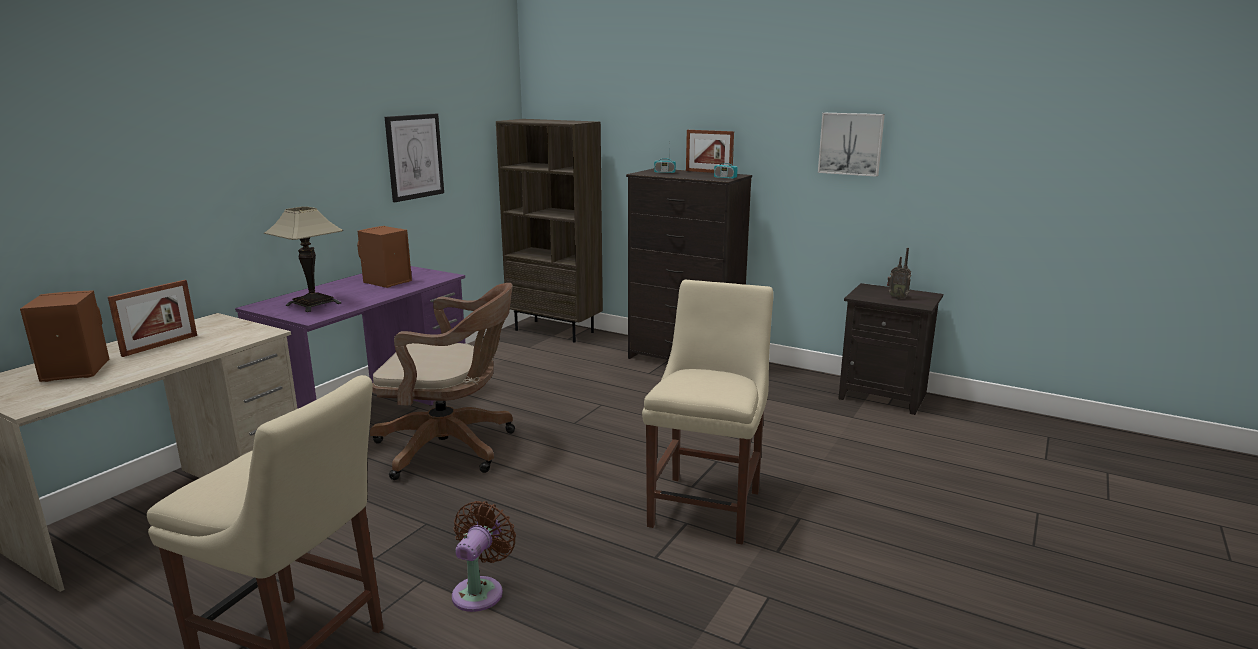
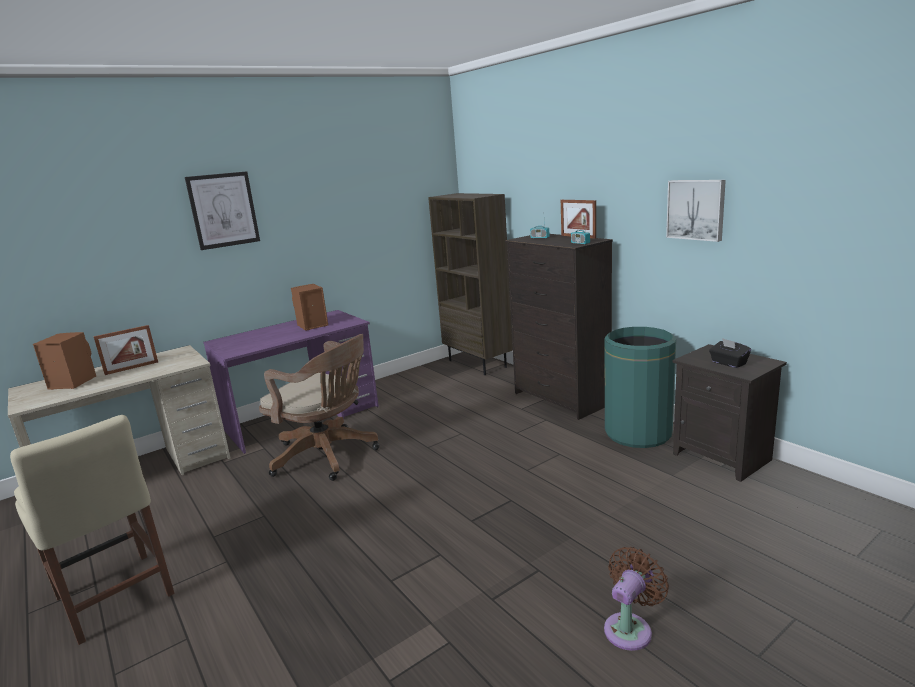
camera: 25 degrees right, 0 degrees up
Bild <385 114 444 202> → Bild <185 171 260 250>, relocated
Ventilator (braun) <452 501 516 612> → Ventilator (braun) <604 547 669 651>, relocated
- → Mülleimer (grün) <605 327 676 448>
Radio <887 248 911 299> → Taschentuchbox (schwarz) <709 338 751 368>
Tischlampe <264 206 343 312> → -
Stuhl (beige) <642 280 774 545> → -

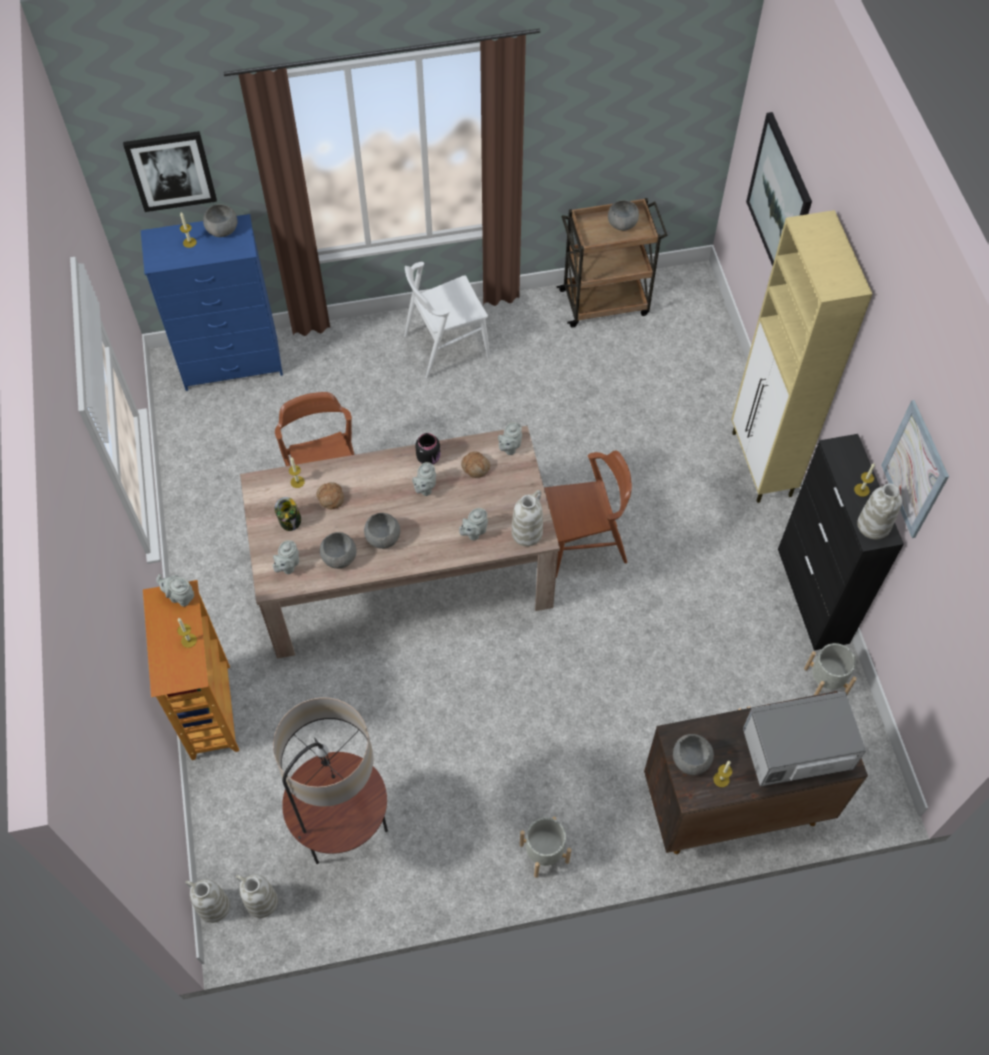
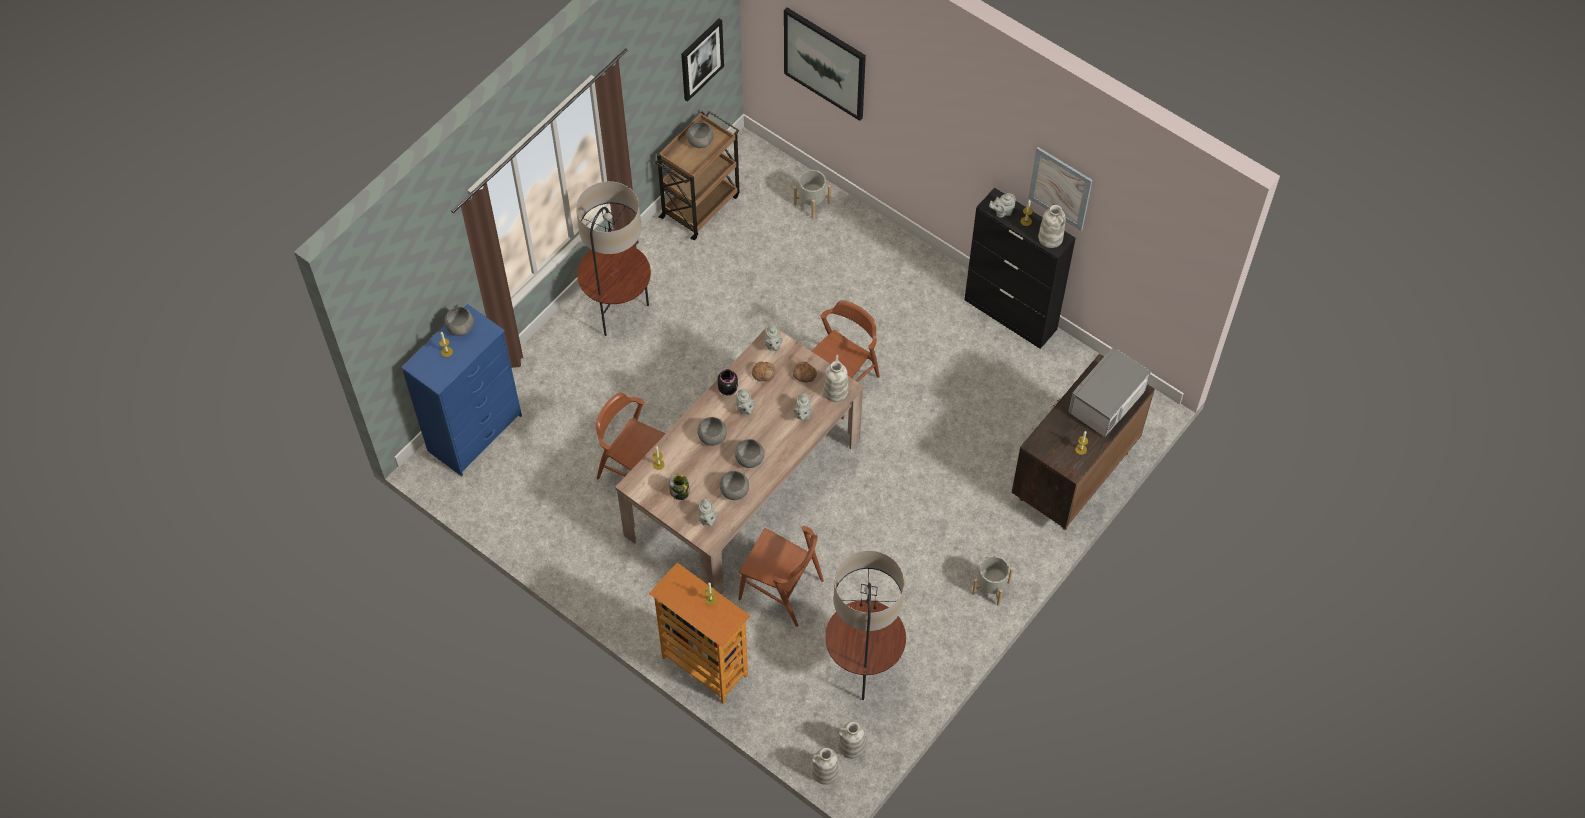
camera: 40 degrees left, 0 degrees up
Stuhl (weiß) <404 262 490 379> → Stehlampe <576 181 651 336>
Bild <123 131 217 212> → Bild <681 19 724 102>, relocated
Schüssel (grau) <673 734 714 775> → Schüssel (grau) <697 417 727 446>, relocated
- → Stuhl (braun) <738 526 824 627>
Brot <317 482 344 510> → Brot <793 362 817 383>, relocated
Pflanzkübel (grau) <804 643 857 696> → Pflanzkübel (grau) <794 170 831 219>, relocated
Teekanne (grau) <156 574 194 607> → Teekanne (grau) <989 193 1016 218>, relocated
Schrank (beige) <731 210 872 503> → -

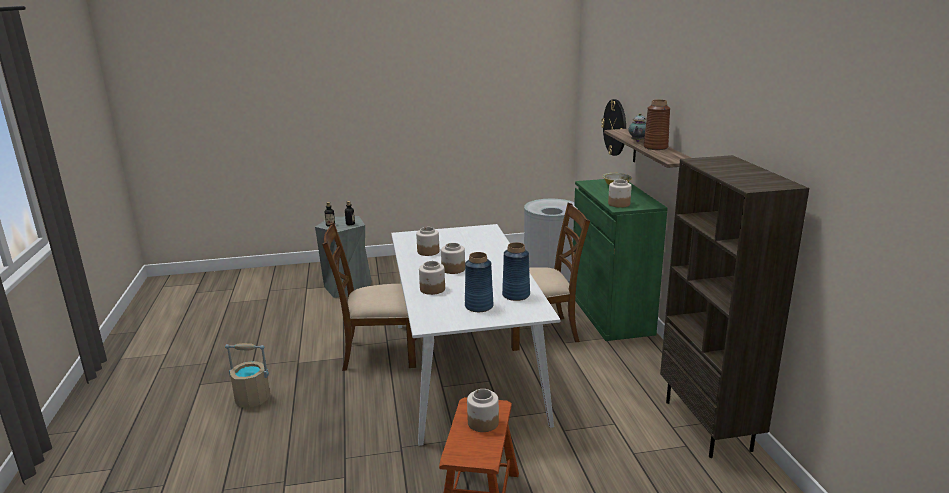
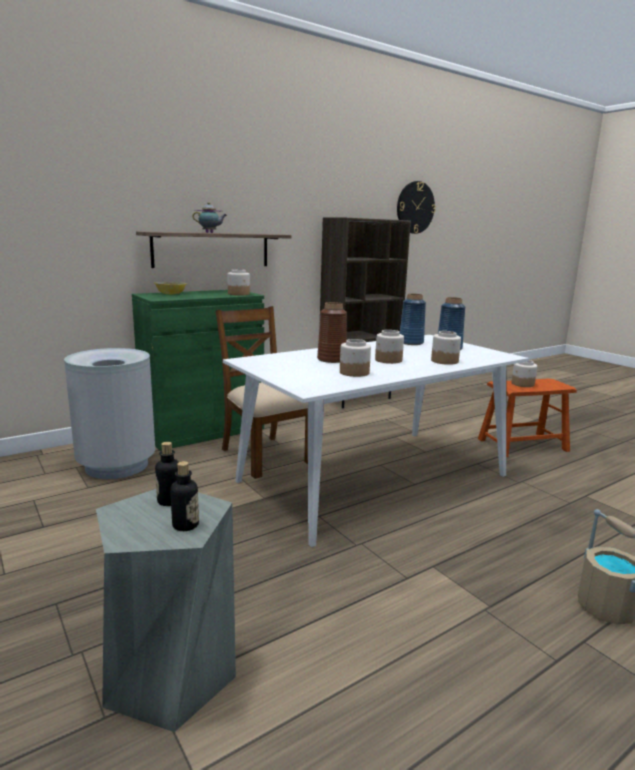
camera: 115 degrees left, 5 degrees down
Vase (braun) <644 100 670 150> → Vase (braun) <317 302 347 363>, relocated
Wanduhr <601 99 626 156> → Wanduhr <397 181 436 234>, relocated
Stuhl (braun) <322 222 416 371> → -

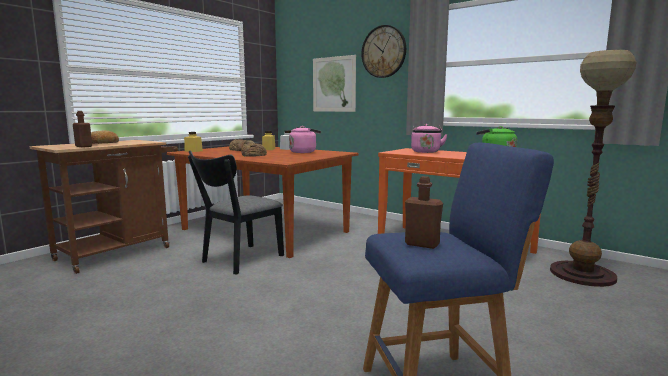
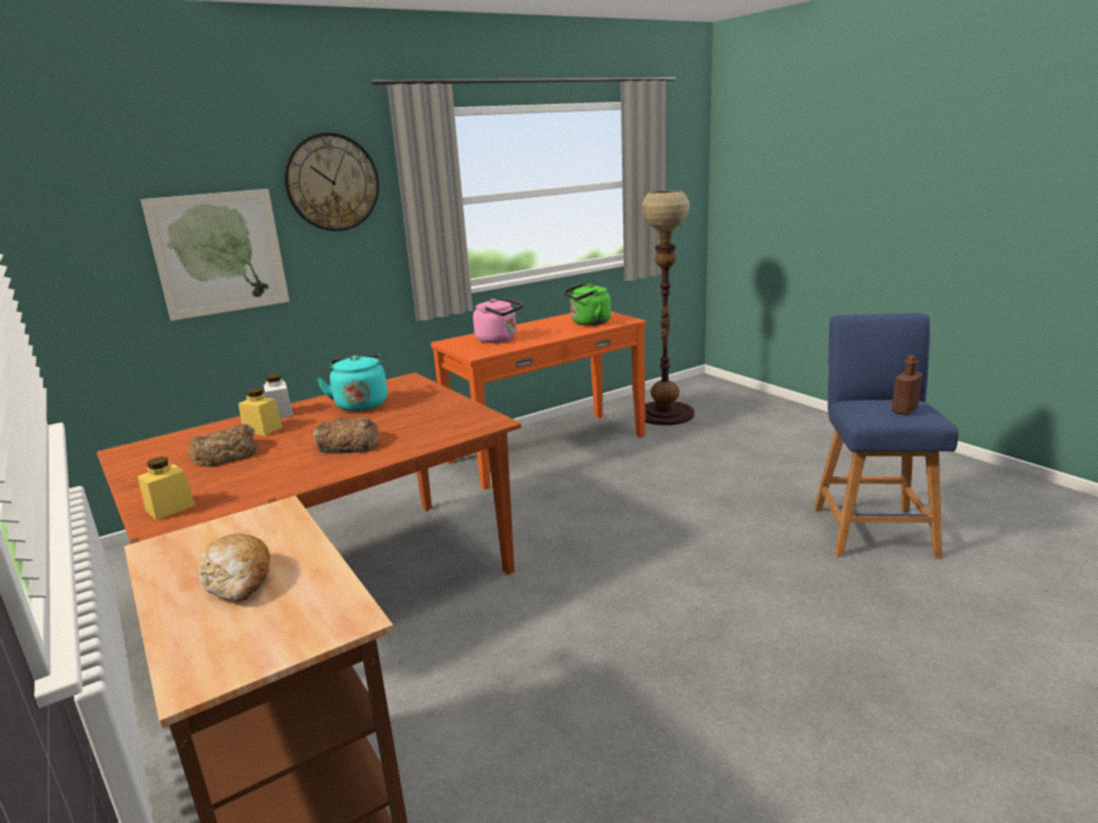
camera: 70 degrees left, 10 degrees up
Wasserkessel (rosa) <289 126 321 153> → Wasserkessel (türkis) <317 355 387 411>
Flasche (braun) <73 111 92 148> → -
Stuhl (schwarz) <188 150 284 274> → -

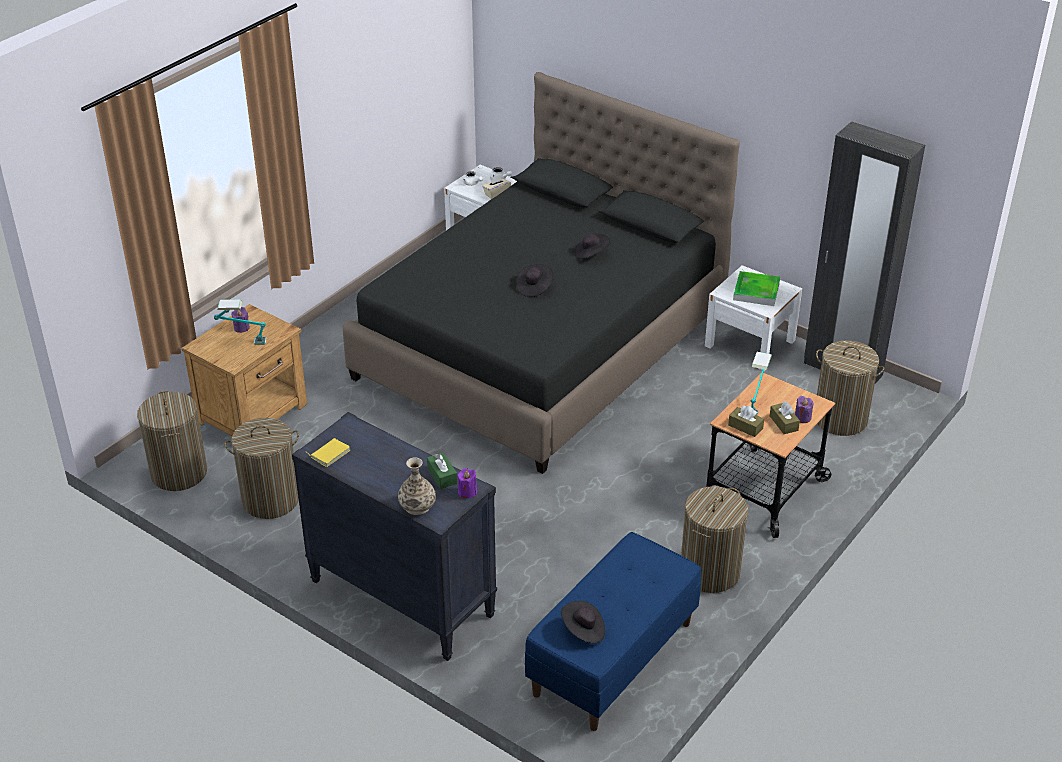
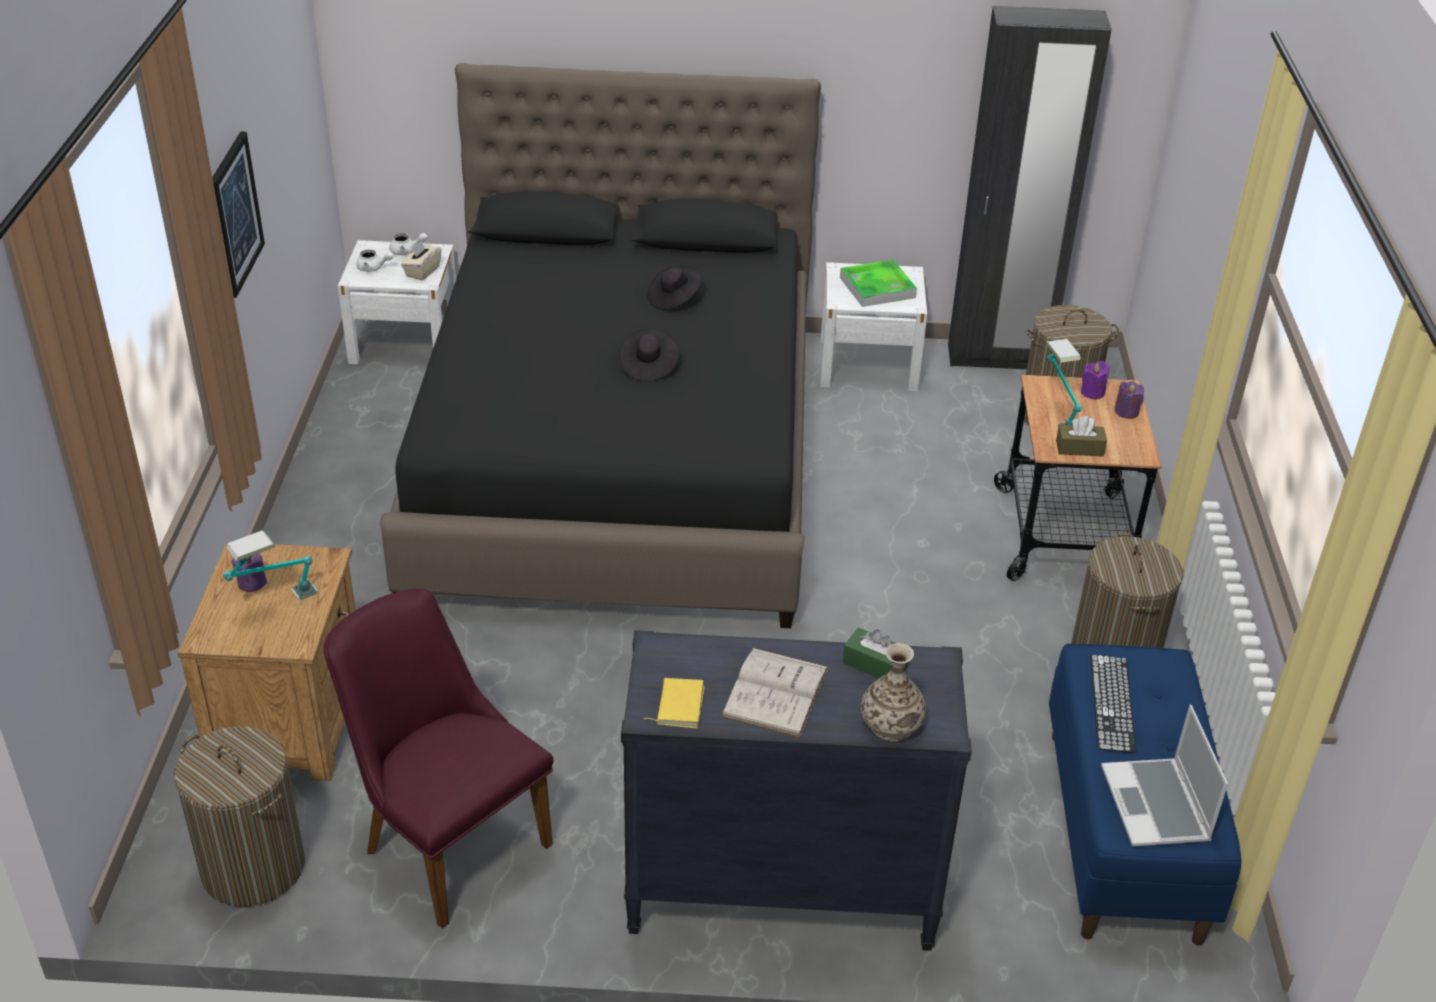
camera: 35 degrees left, 0 degrees up
- → Bild <212 131 265 298>
Wäschekorb <225 418 299 519> → Stuhl (lila) <323 588 553 929>
- → Buch (weiß) <721 648 829 738>
Kerze (lila) <458 468 477 498> → Kerze (lila) <1081 361 1109 400>, relocated
- → Tastatur <1090 654 1136 753>
Hut (schwarz) <561 601 605 643> → Laptop <1101 704 1228 847>
Taschentuchbox (braun) <770 401 800 434> → -

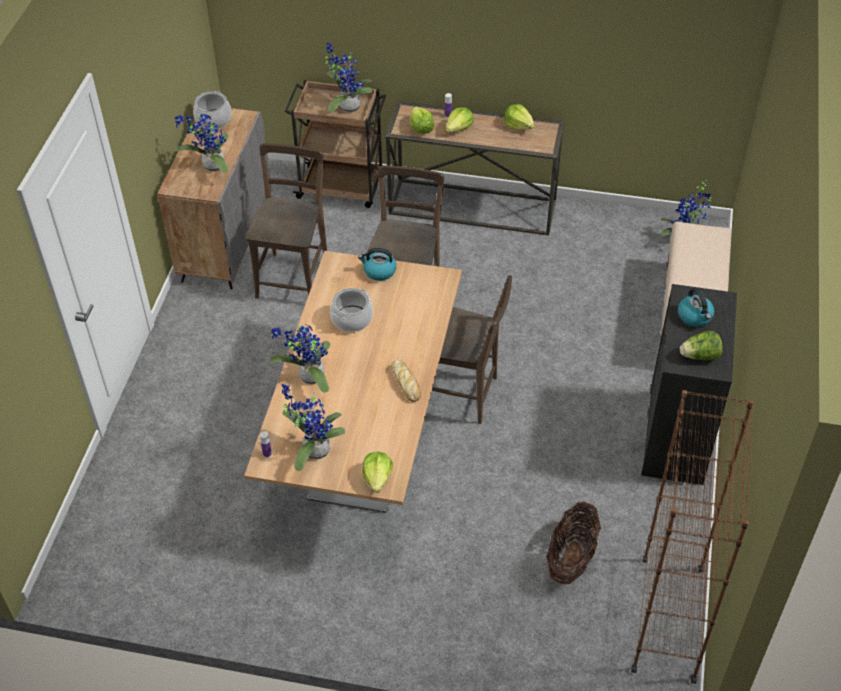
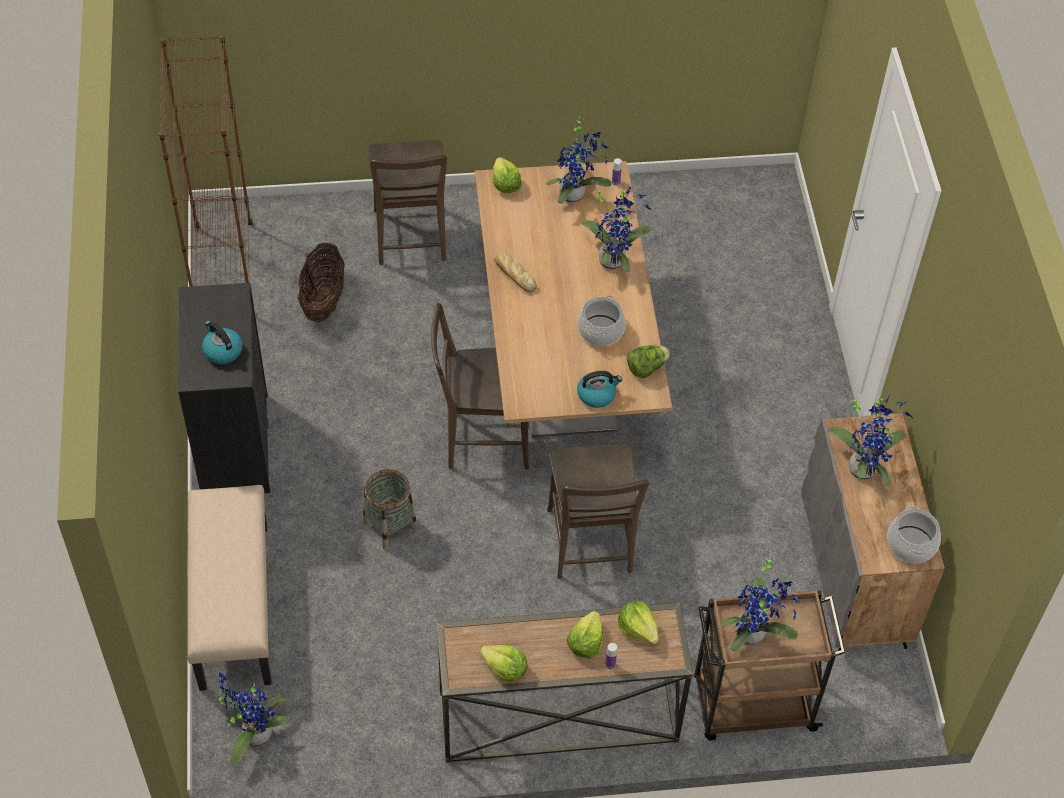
camera: 160 degrees right, 5 degrees up
- → Korb <363 469 418 550>
Stuhl (braun) <245 143 327 299> → Stuhl (braun) <368 140 447 265>, relocated
Salatkopf <680 331 723 360> → Salatkopf <627 345 670 378>, relocated

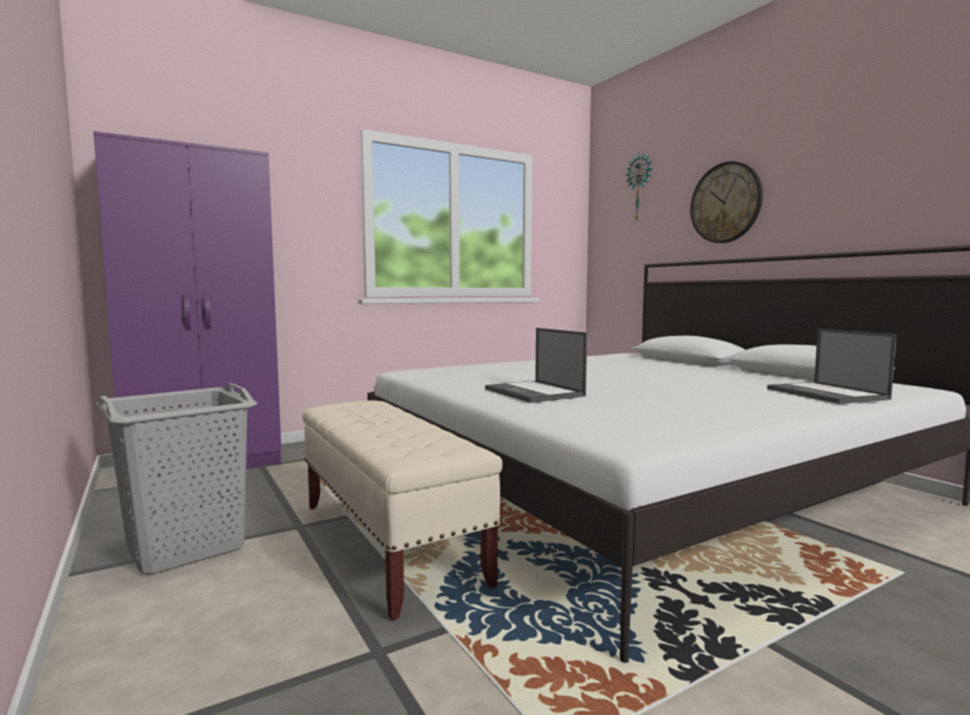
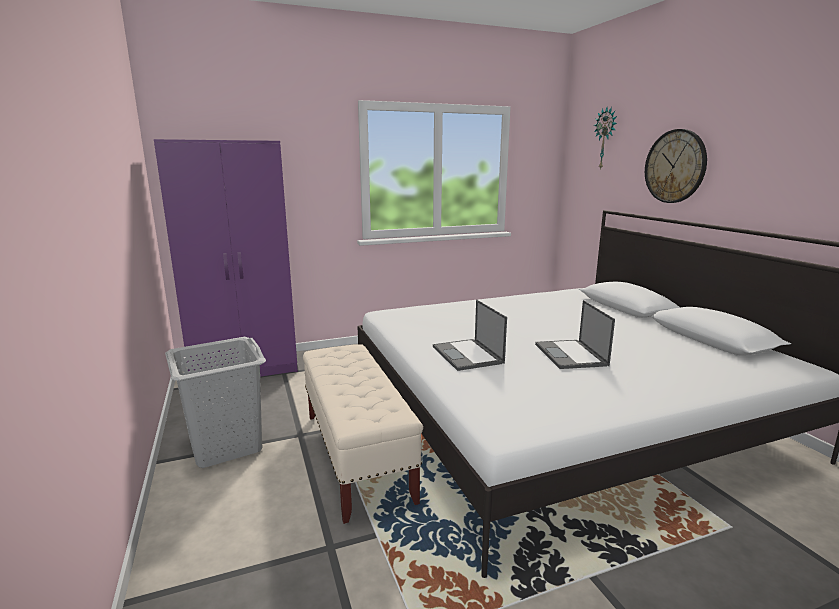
camera: 10 degrees right, 10 degrees up
Laptop <767 329 897 404> → Laptop <535 300 615 369>, relocated

